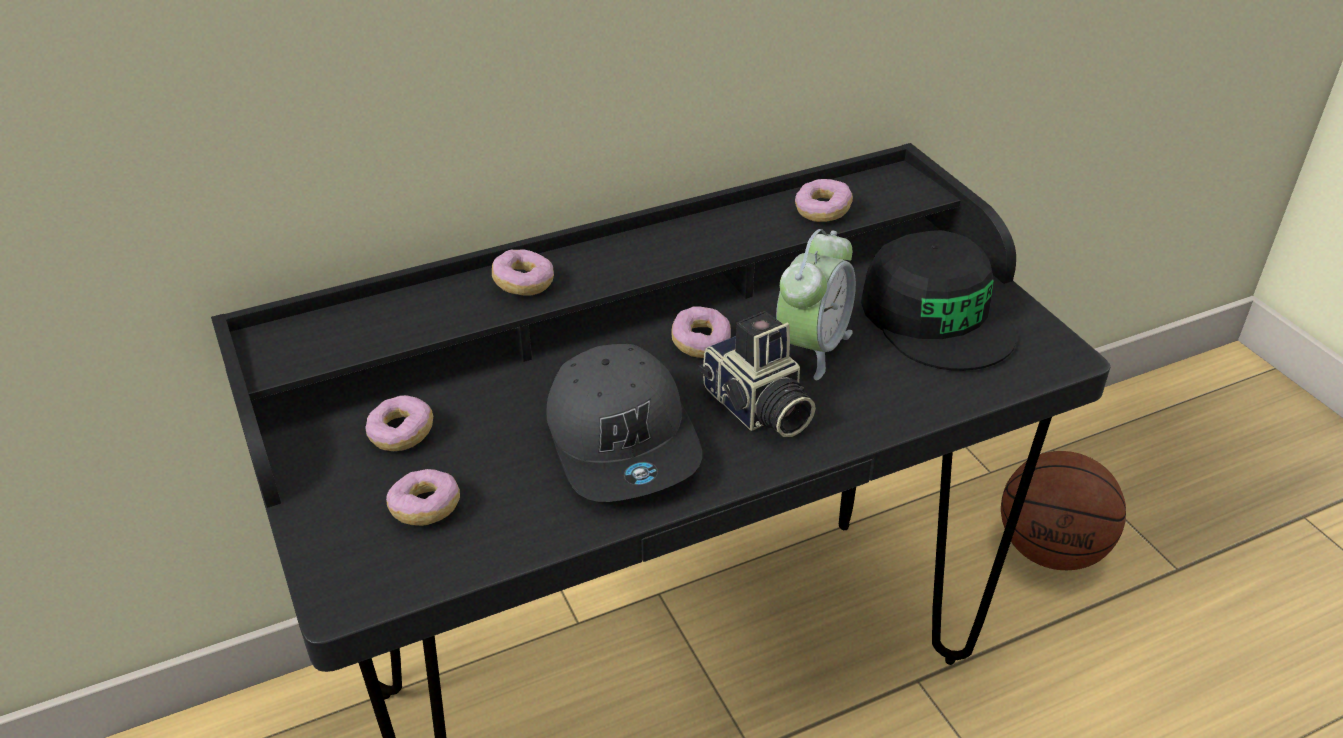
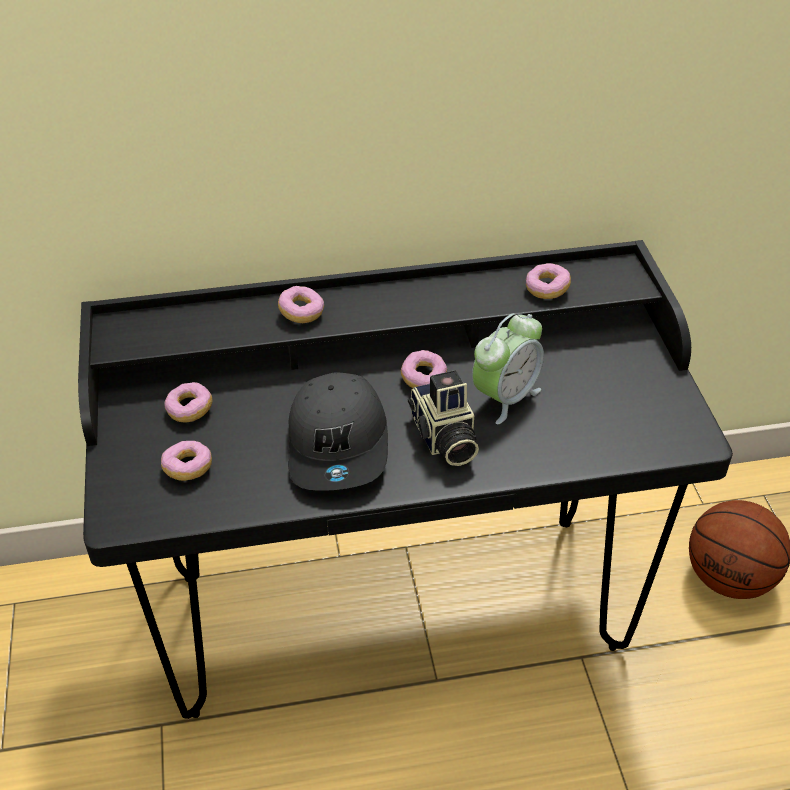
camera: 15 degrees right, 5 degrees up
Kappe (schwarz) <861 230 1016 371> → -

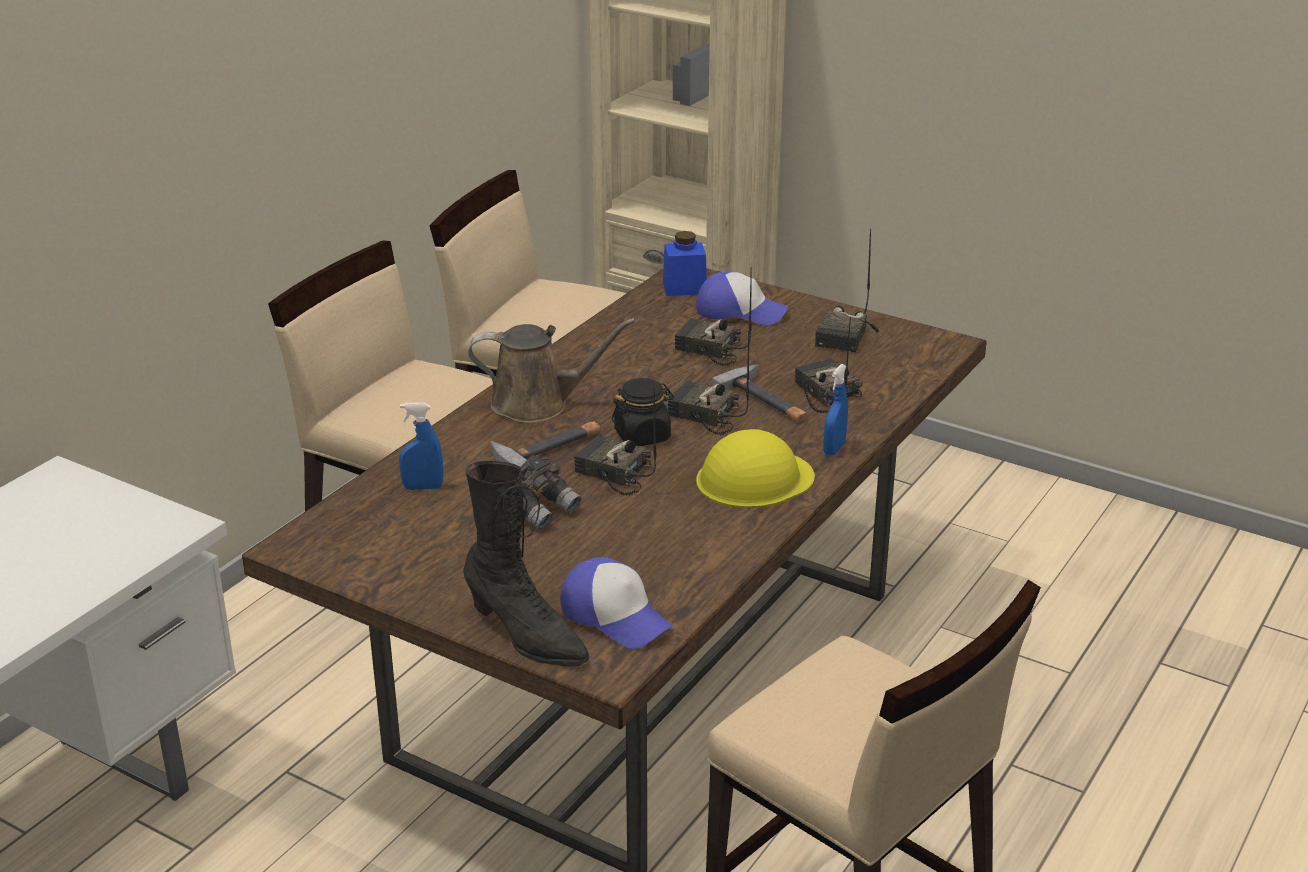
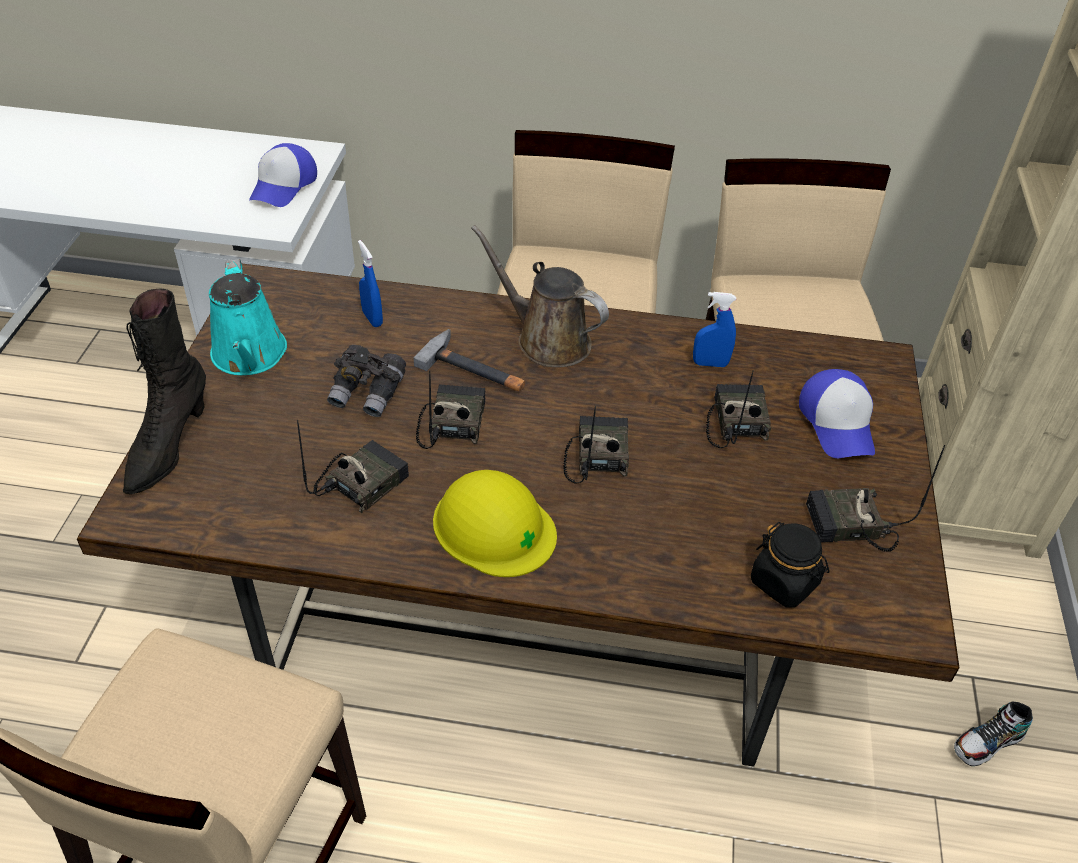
camera: 65 degrees right, 15 degrees up
- → Gießkanne (türkis) <209 259 287 375>
Kappe <560 557 673 649> → Kappe <249 143 317 207>, relocated
Radio <795 317 863 413> → Radio <297 420 409 513>, relocated
Gießkanne (braun) <468 318 635 423> → Gießkanne (braun) <471 225 609 368>, 150 degrees clockwise
Sprühflasche (blau) <823 364 848 456> → Sprühflasche (blau) <693 292 736 367>, relocated
Vorratsglas (schwarz) <612 378 674 446> → Vorratsglas (schwarz) <751 522 830 608>, relocated
- → Schuh <954 701 1033 766>
Vorratsglas (blau) <663 231 707 296> → -
Hammer <712 365 807 422> → -

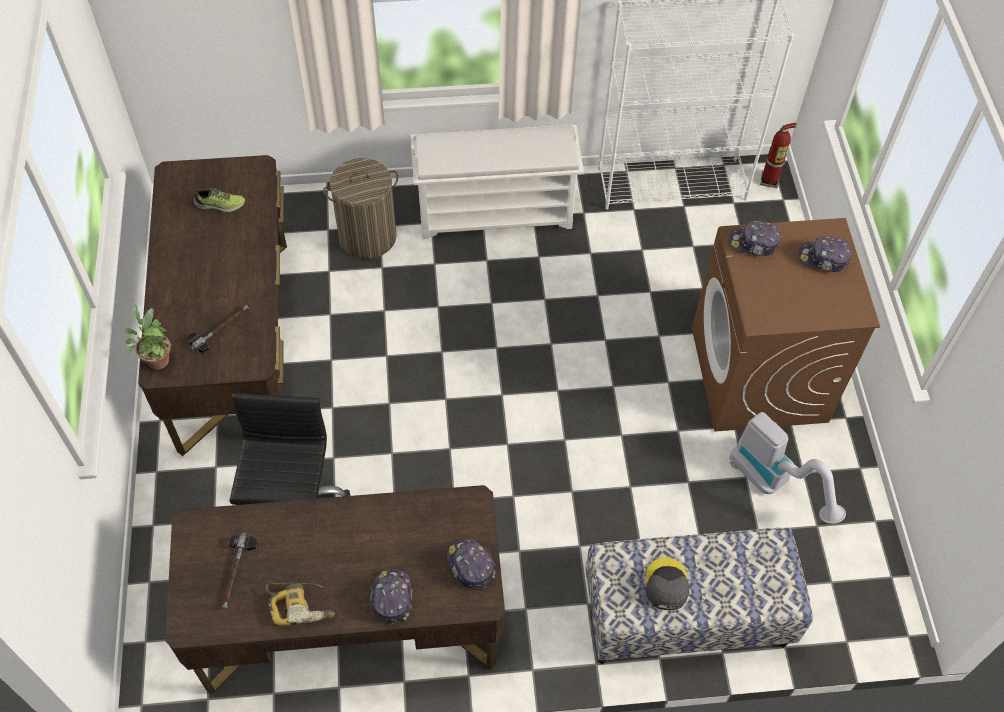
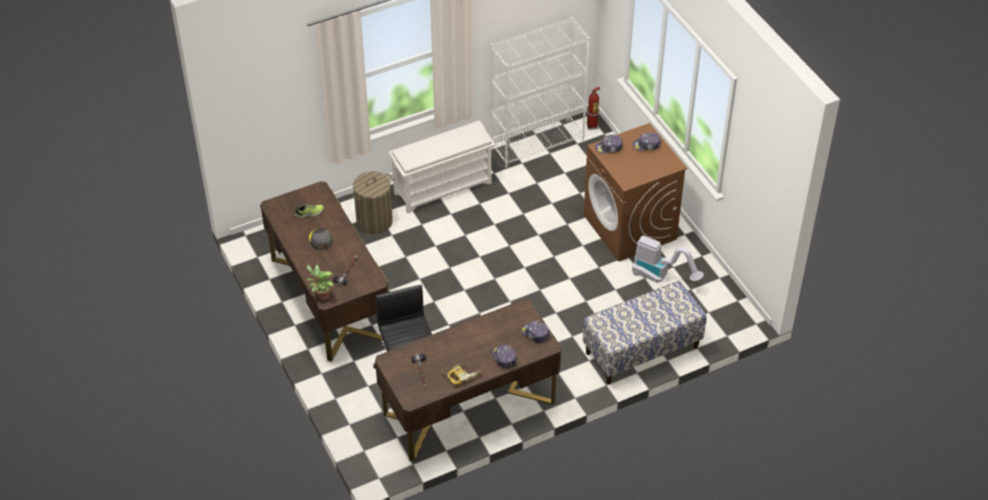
camera: 20 degrees left, 10 degrees down
Kappe (grau) <646 557 689 610> → Kappe (grau) <309 228 333 250>, relocated

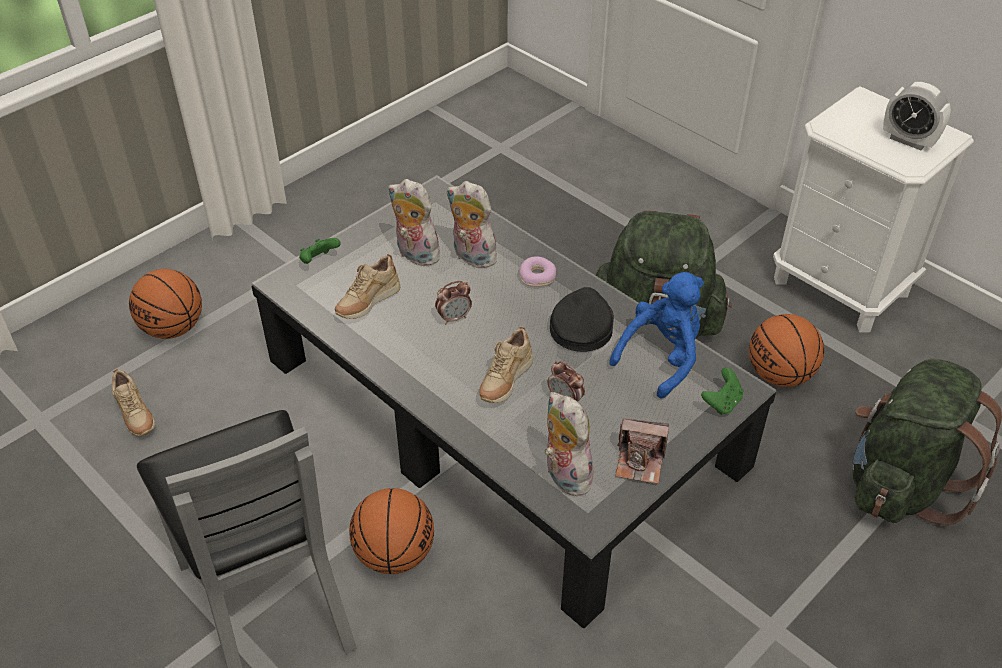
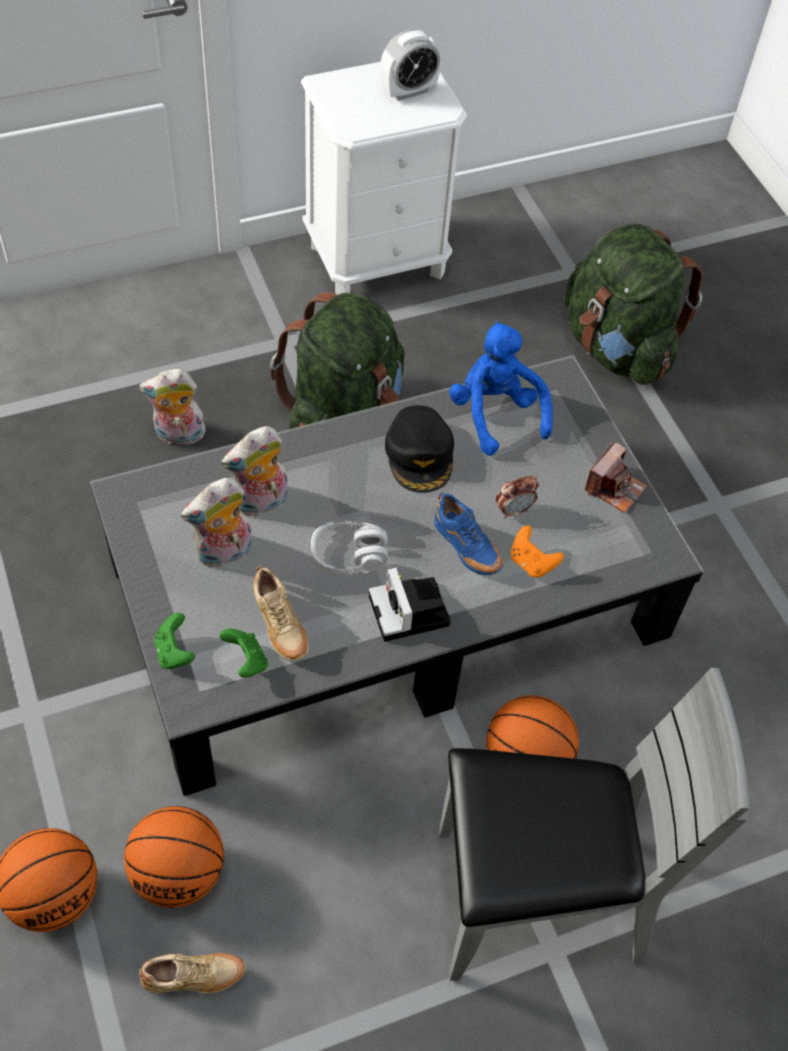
camera: 70 degrees left, 10 degrees up
Basketball <749 314 824 387> → Basketball <124 806 224 908>, relocated
Plüschtier <544 392 593 496> → Plüschtier <139 369 206 445>, relocated
Gamepad (grün) <701 368 743 415> → Gamepad (grün) <219 629 268 678>, relocated
Wecker <435 281 472 324> → Kopfhörer (grau) <311 521 388 575>
- → Kamera <369 567 451 642>
Kappe (schwarz) <550 287 614 352> → Kappe (schwarz) <385 405 454 493>, 135 degrees counterclockwise
Schuh (beige) <479 327 533 403> → Schuh (blau) <434 492 503 575>
- → Gamepad (orange) <511 525 564 578>
Donut <519 256 556 287> → -

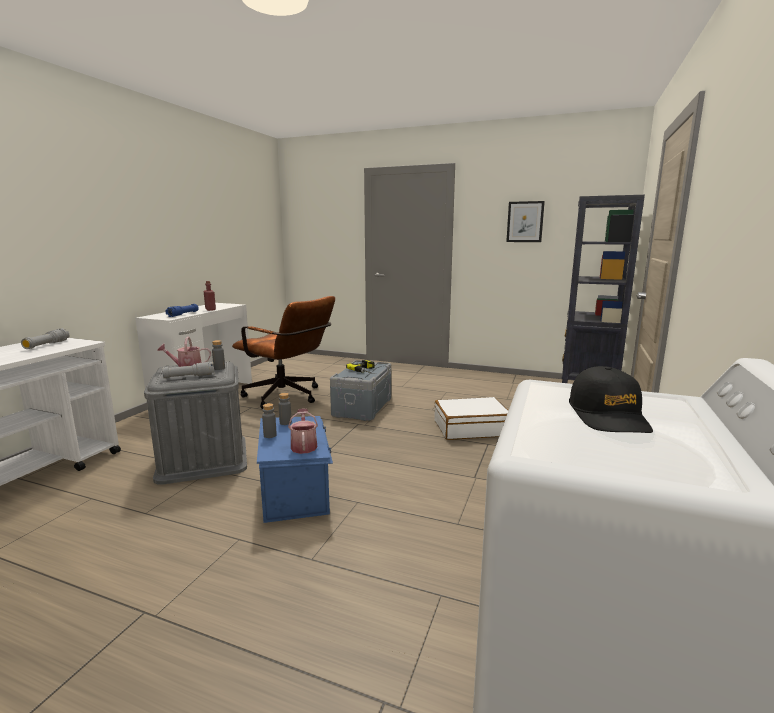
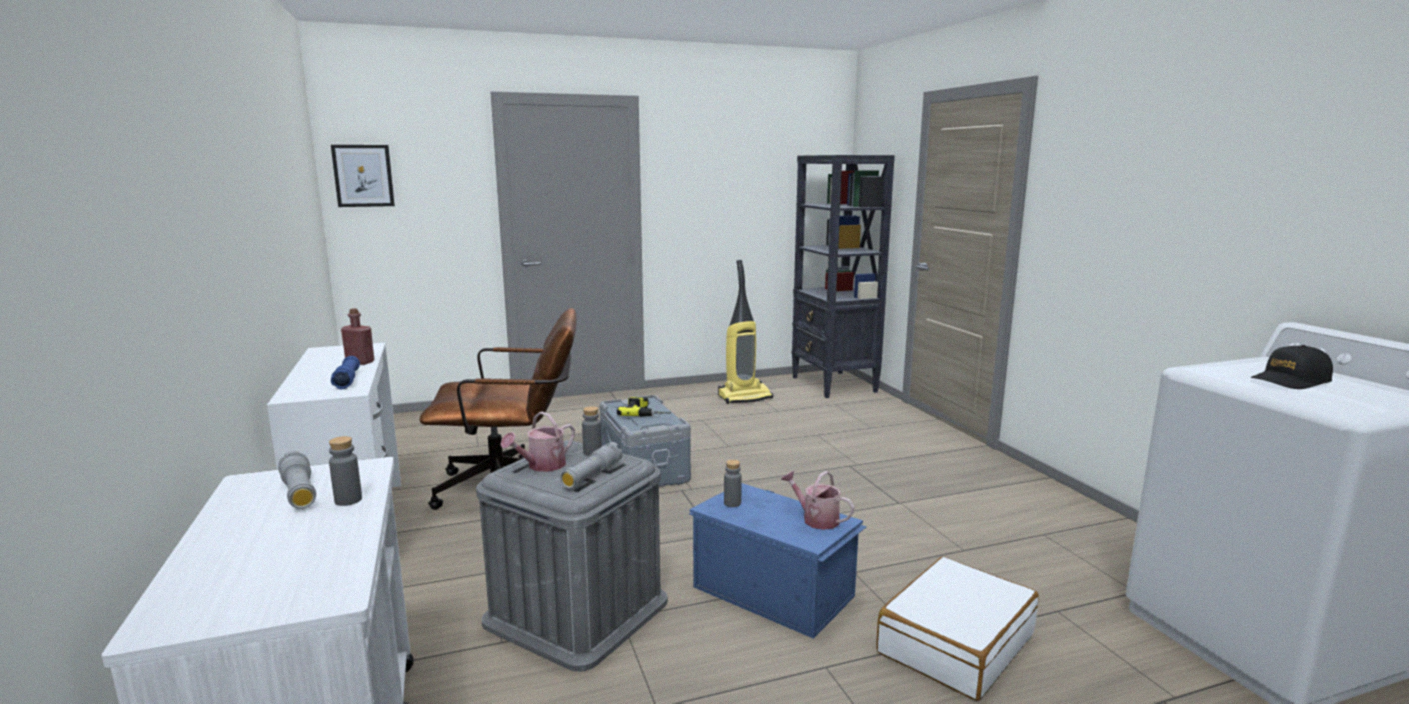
camera: 40 degrees left, 0 degrees up
Flasche (grau) <262 403 277 438> → Flasche (grau) <329 436 362 506>, relocated
Bild <506 201 545 242> → Bild <331 145 395 207>, relocated
- → Staubsauger <718 260 773 404>
Koffer (weiß) <434 397 509 440> → Koffer (weiß) <876 557 1039 701>, relocated
Kappe (schwarz) <569 366 653 433> → Kappe (schwarz) <1251 345 1333 389>, 105 degrees clockwise

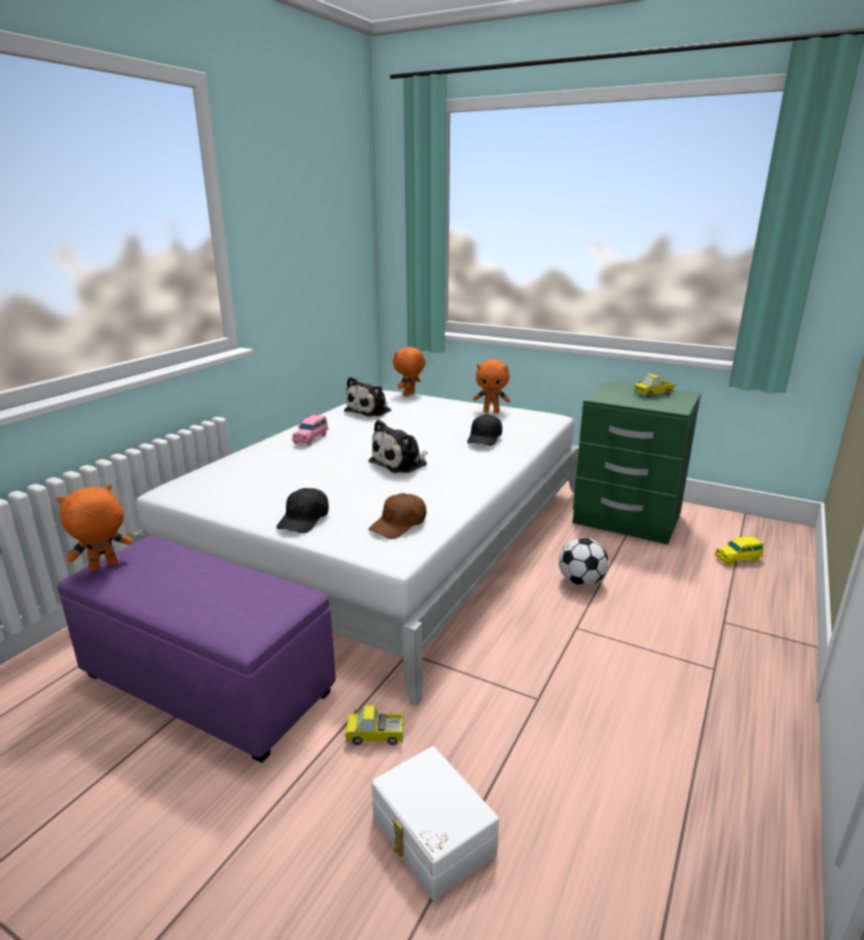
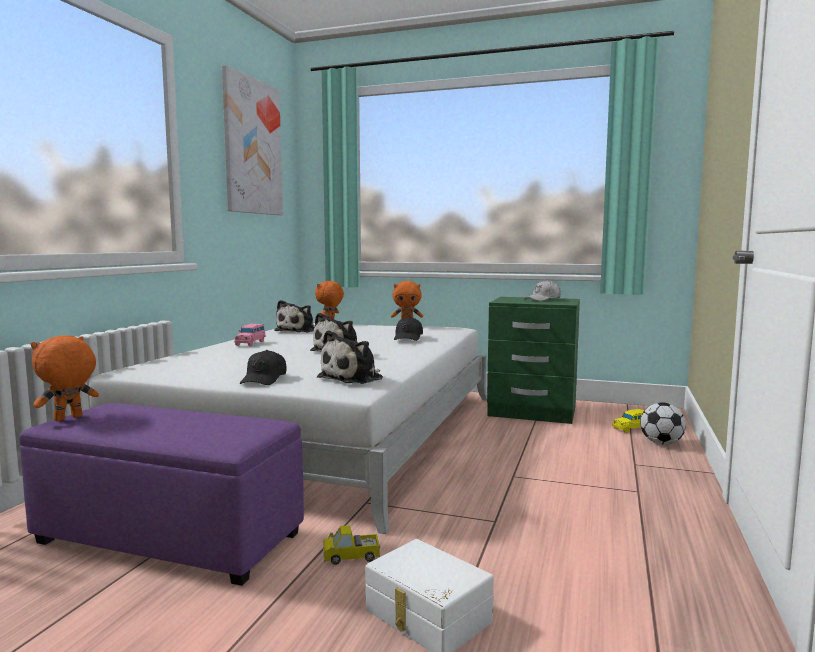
camera: 10 degrees left, 15 degrees down
- → Bild <222 65 283 215>
Kappe (braun) <369 493 426 539> → Plüschtier <317 330 383 384>
Spielzeuglaster <634 374 675 397> → Kappe (weiß) <524 280 561 301>
Fußball <559 537 608 586> → Fußball <640 402 686 445>, relocated

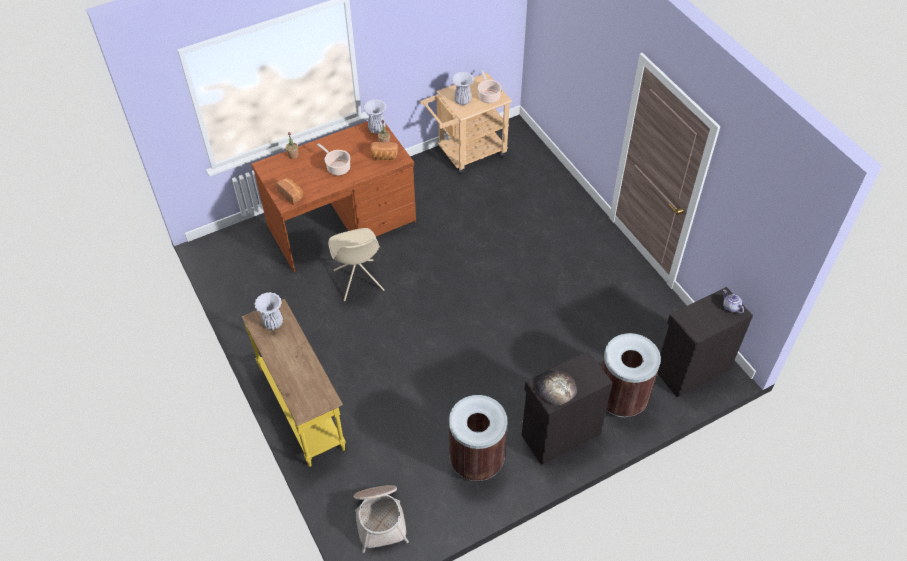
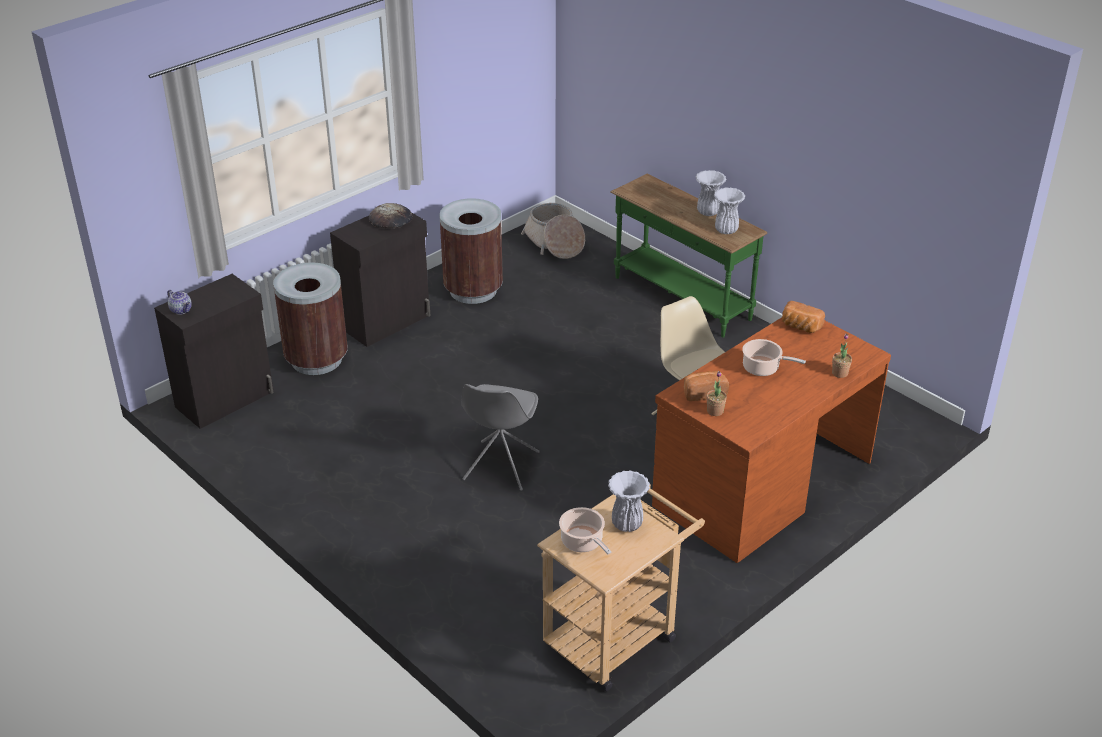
camera: 165 degrees right, 15 degrees down
- → Stuhl (grau) <461 384 540 491>
Konsolentisch (gelb) <242 299 346 467> → Konsolentisch (grün) <611 174 767 338>
Vase (weiß) <364 99 387 134> → Vase (weiß) <696 170 726 216>, relocated

